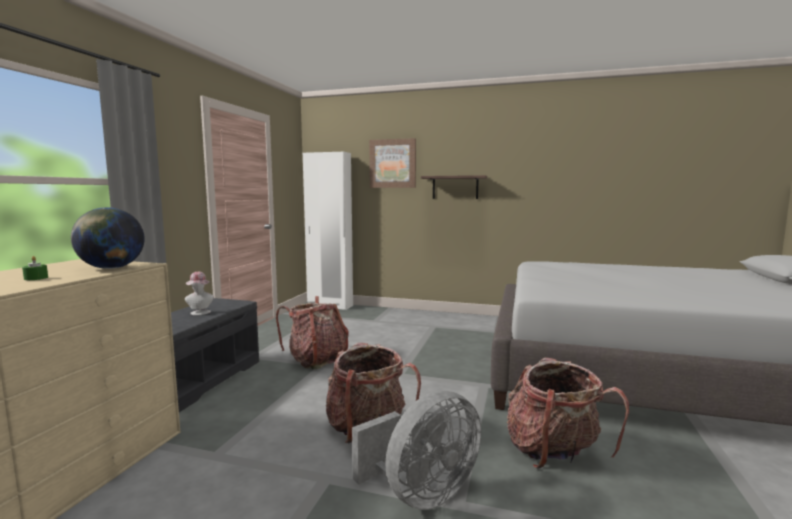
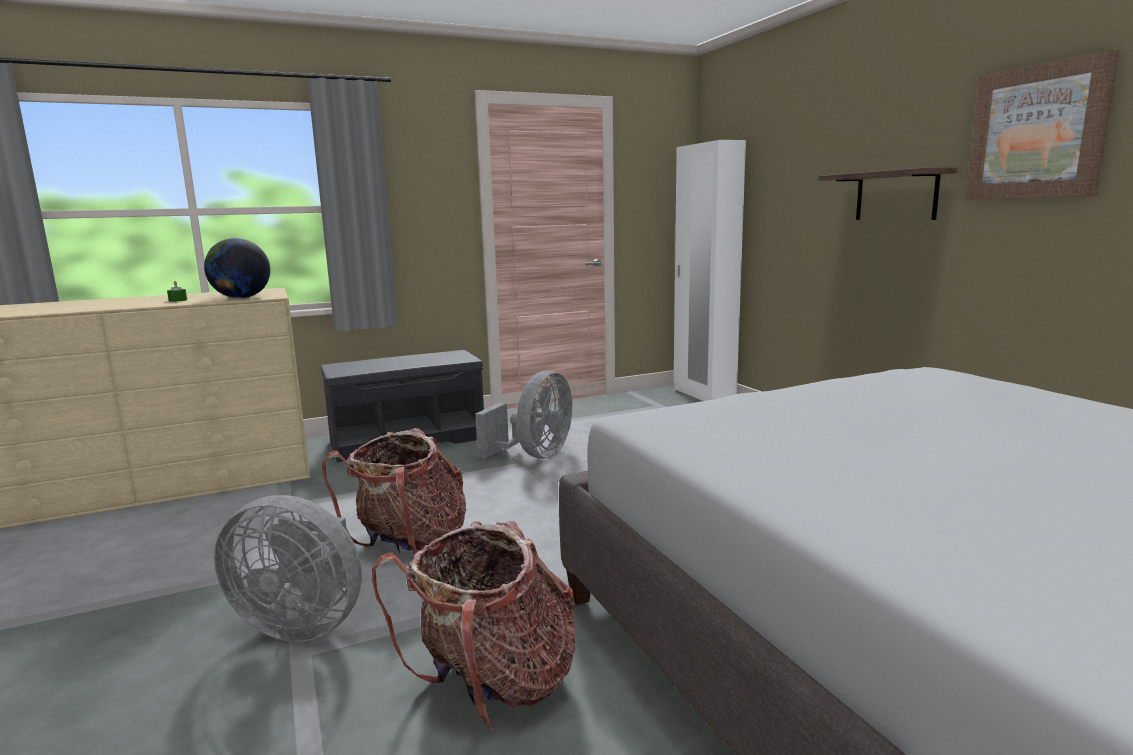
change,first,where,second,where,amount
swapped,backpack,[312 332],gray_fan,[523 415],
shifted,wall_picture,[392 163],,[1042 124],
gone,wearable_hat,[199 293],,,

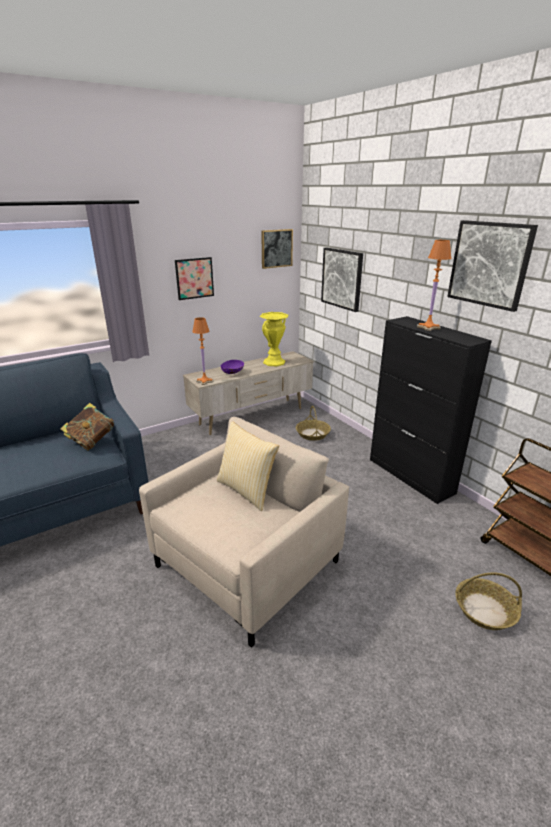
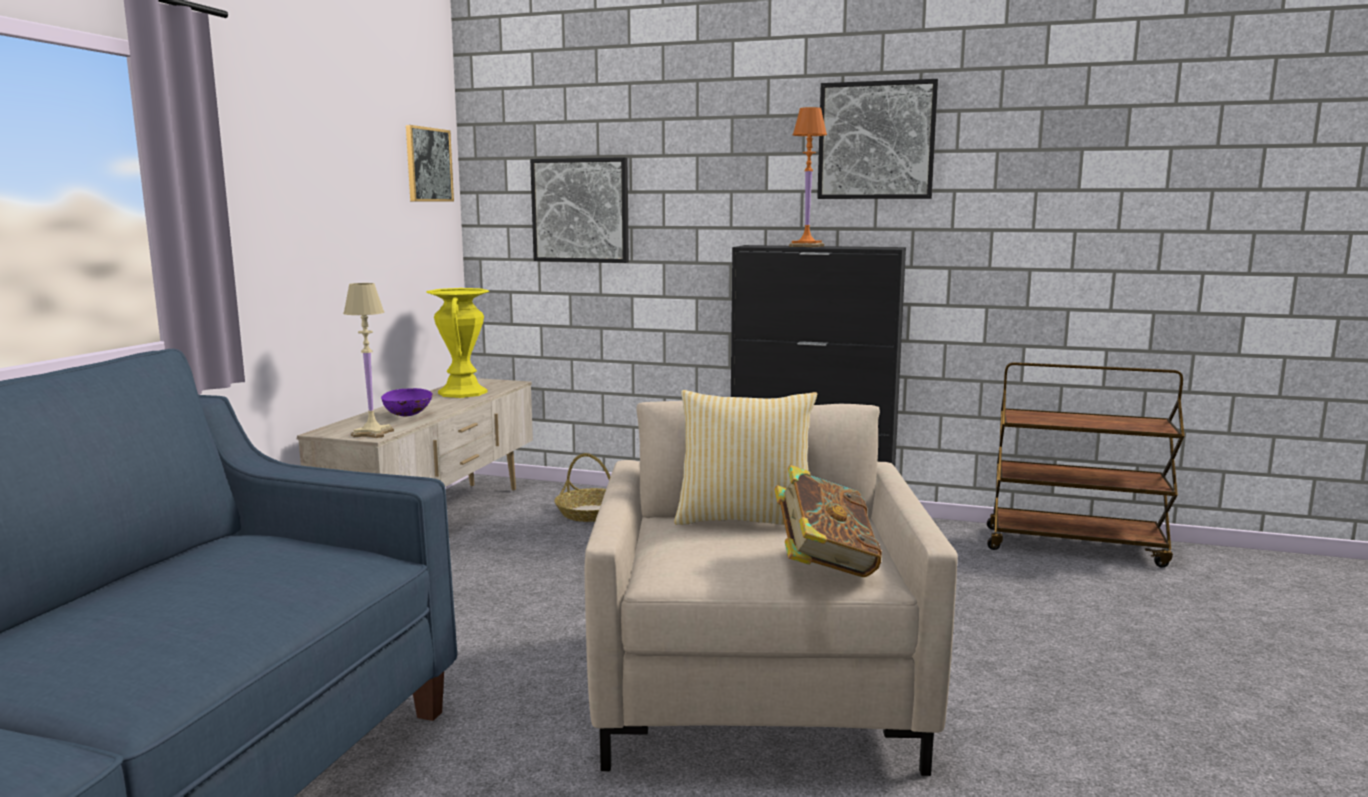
change,first,where,second,where,amount
repainted,orange-coloured_lamp_for_a_table,[203 351],beige-coloured_lamp_for_a_table,[368 360],
shifted,volume,[87 427],,[828 521],
gone,wall_picture,[194 278],,,
gone,storage_basket,[489 601],,,

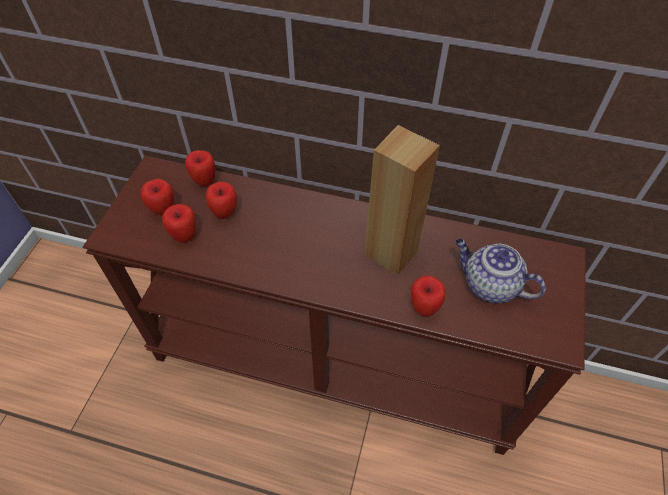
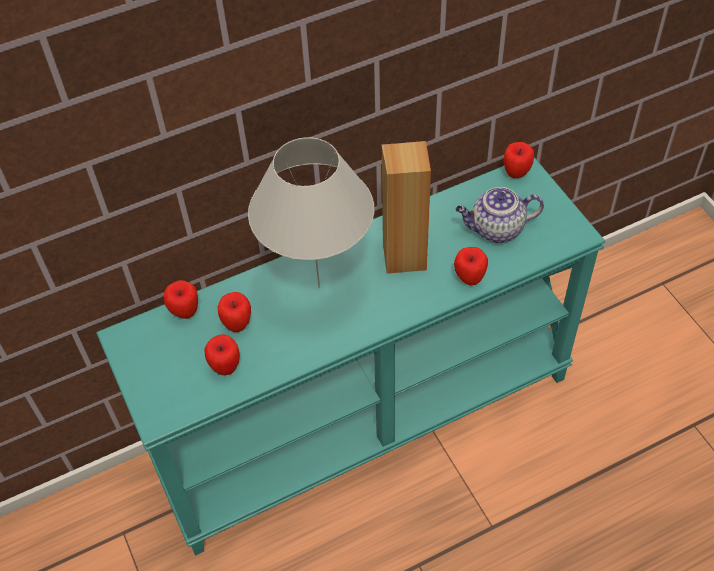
change,first,where,second,where,amount
repainted,brown-coloured_narrow_table,[334 305],blue-green_narrow_table,[351 356],
new,,,whitish_lamp_for_a_table,[311 213],
shifted,apple_fruit,[157 197],,[518 160],

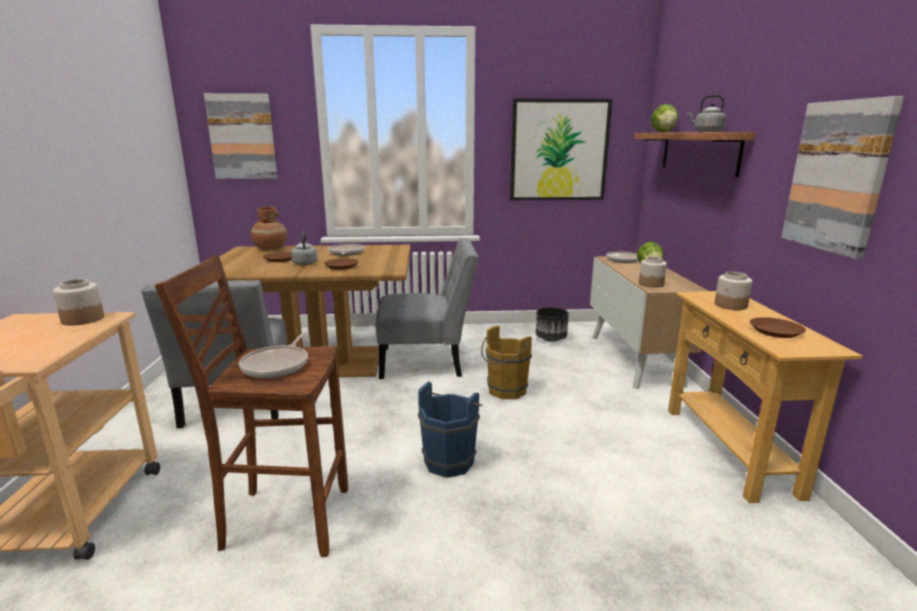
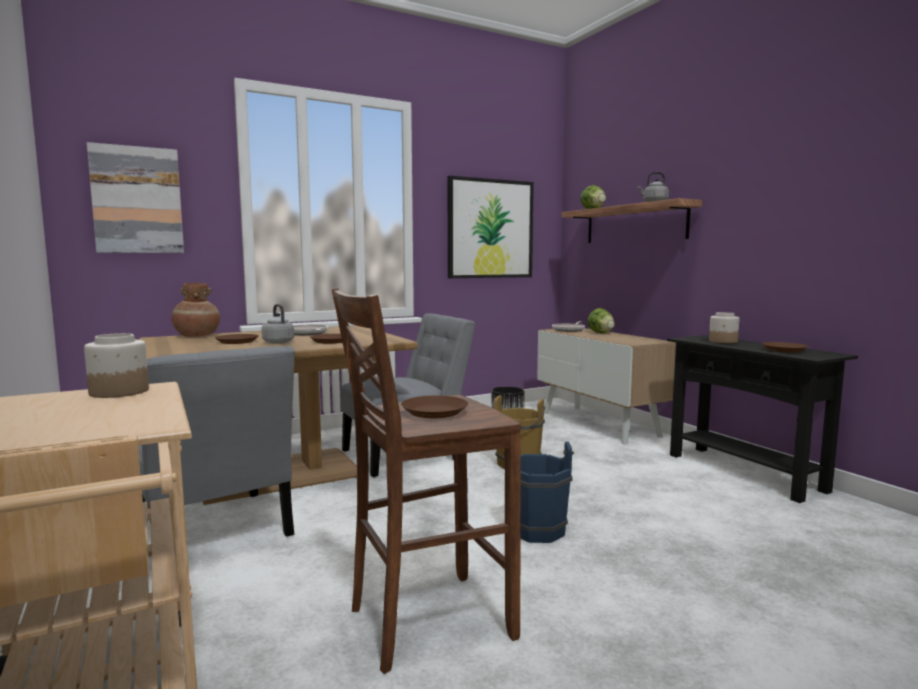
change,first,where,second,where,amount
swapped,skillet,[273 355],brown-coloured_dinner_plate,[434 407],
repainted,beige-coloured_narrow_table,[765 397],black-coloured_narrow_table,[762 419],
gone,storage_jar,[653 272],,,
gone,wall_picture,[842 177],,,

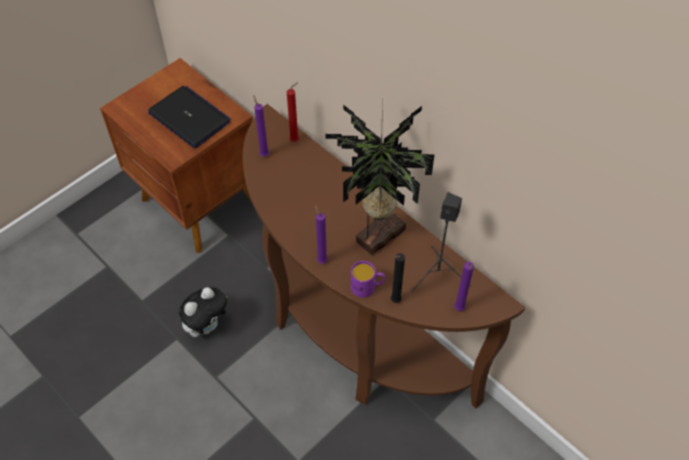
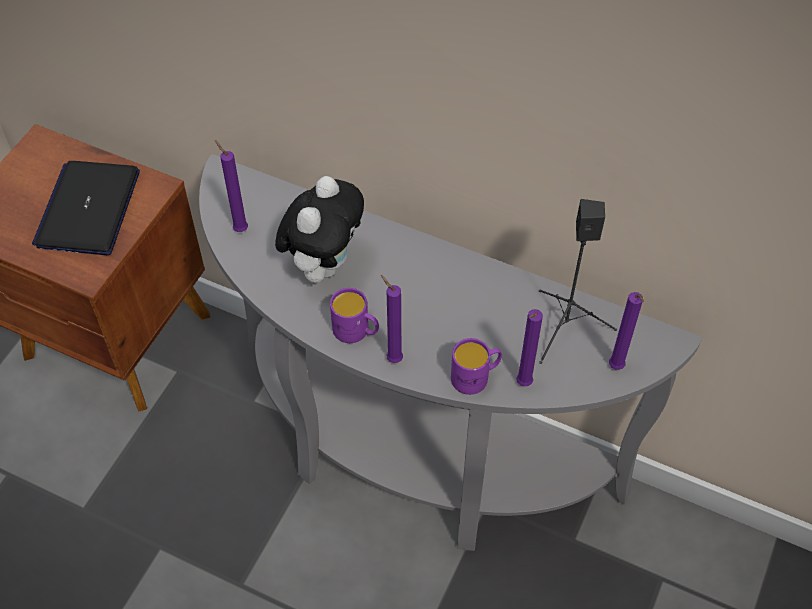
change,first,where,second,where,amount
rotated,notebook_computer,[189 117],,[86 208],105 degrees counterclockwise
repainted,brown-coloured_narrow_table,[384 256],gray_narrow_table,[450 352],
shifted,cuddly_toy,[203 312],,[319 229],
new,,,purple_mug,[354 315],
repainted,black-coloured_wax_candle,[398 278],purple_wax_candle,[529 347],
gone,red_wax_candle,[293 112],,,
gone,plant_in_a_pot,[380 175],,,

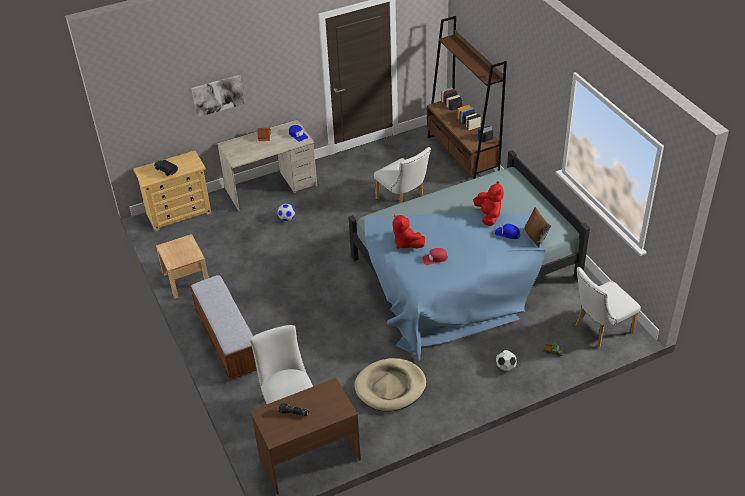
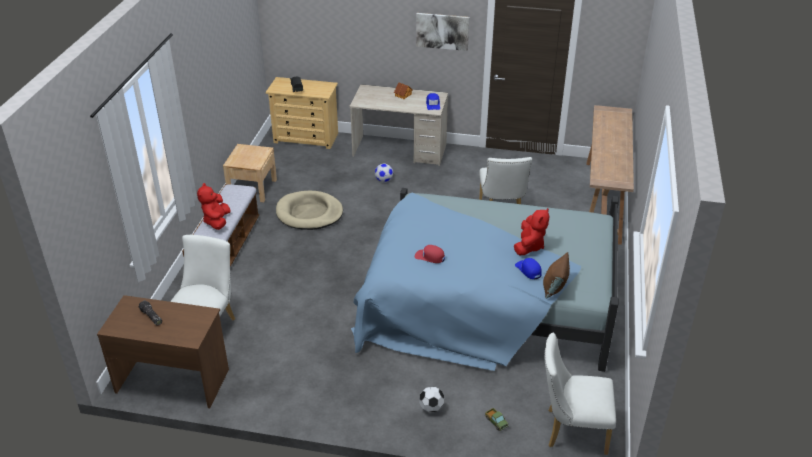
change,first,where,second,where,amount
shifted,red_cuddly_toy,[409 231],,[214 206],
shifted,beige-coloured_dog_cushion,[390 385],,[309 210],
shifted,wall_picture,[217 96],,[442 32],
swapped,brown-coloured_bookcase,[467 97],brown-coloured_narrow_table,[610 175],

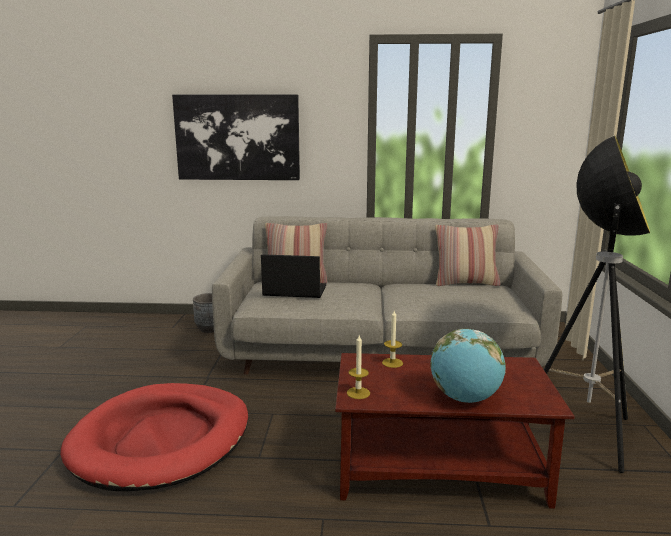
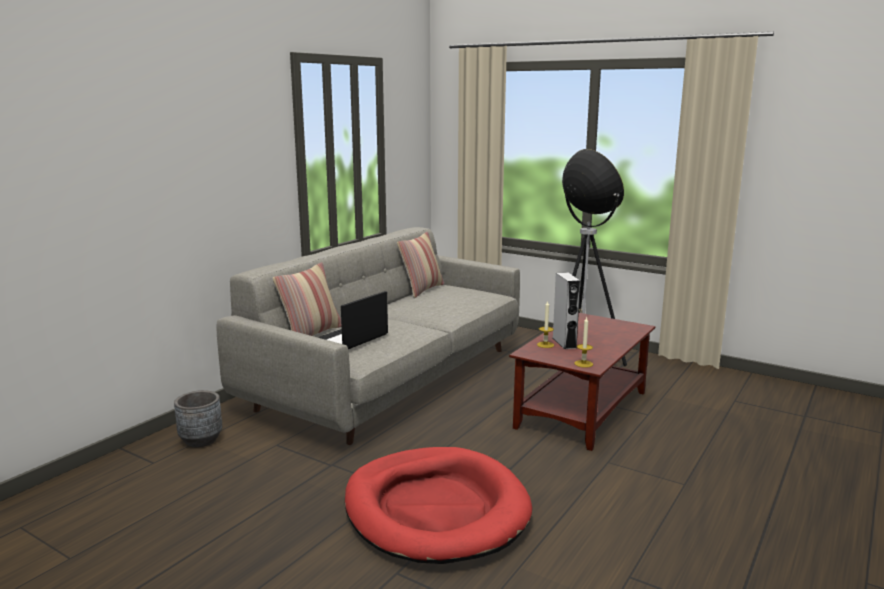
change,first,where,second,where,amount
new,,,gray_audio_speaker,[566 310],
gone,wall_picture,[236 137],,,
gone,desk_globe,[468 366],,,

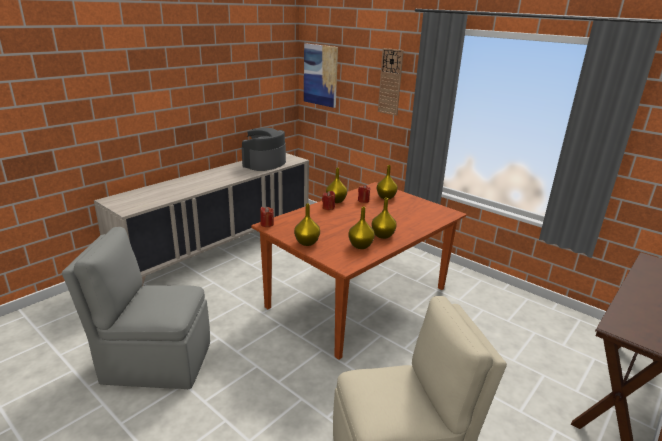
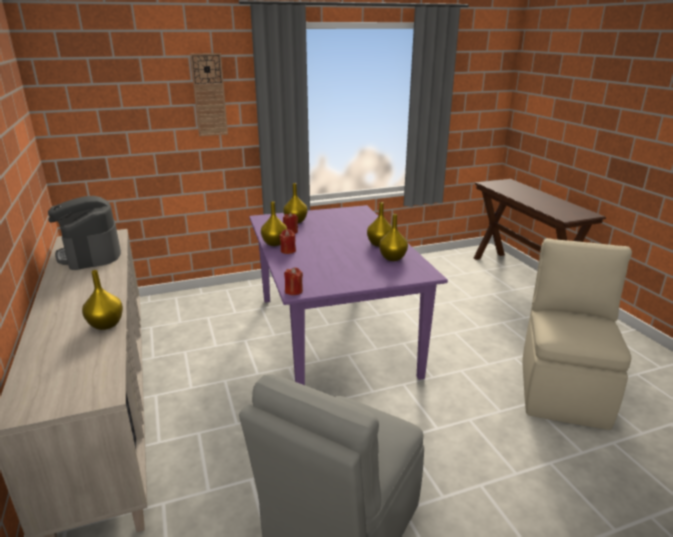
change,first,where,second,where,amount
shifted,yellow-coloured_flower_vase,[307 224],,[102 300],
repainted,brown-coloured_dining_table,[358 271],purple_dining_table,[348 295],
gone,wall_picture,[321 75],,,

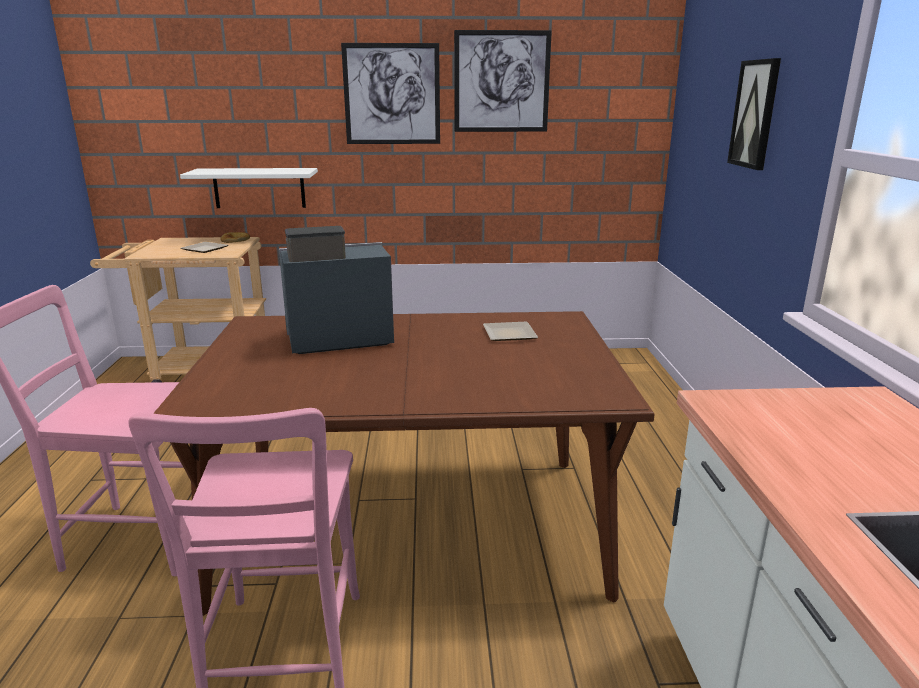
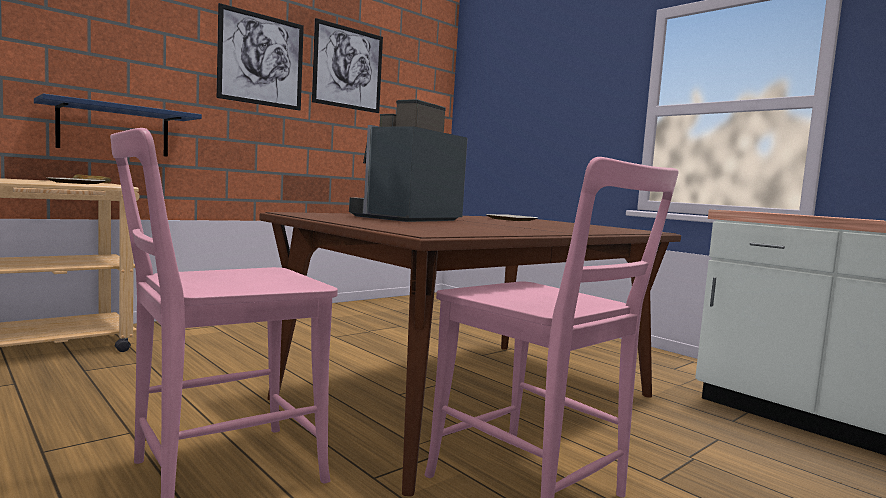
change,first,where,second,where,amount
repainted,whitish_bracket_shelf,[249 188],blue-coloured_bracket_shelf,[118 125],
gone,wall_picture,[754 114],,,

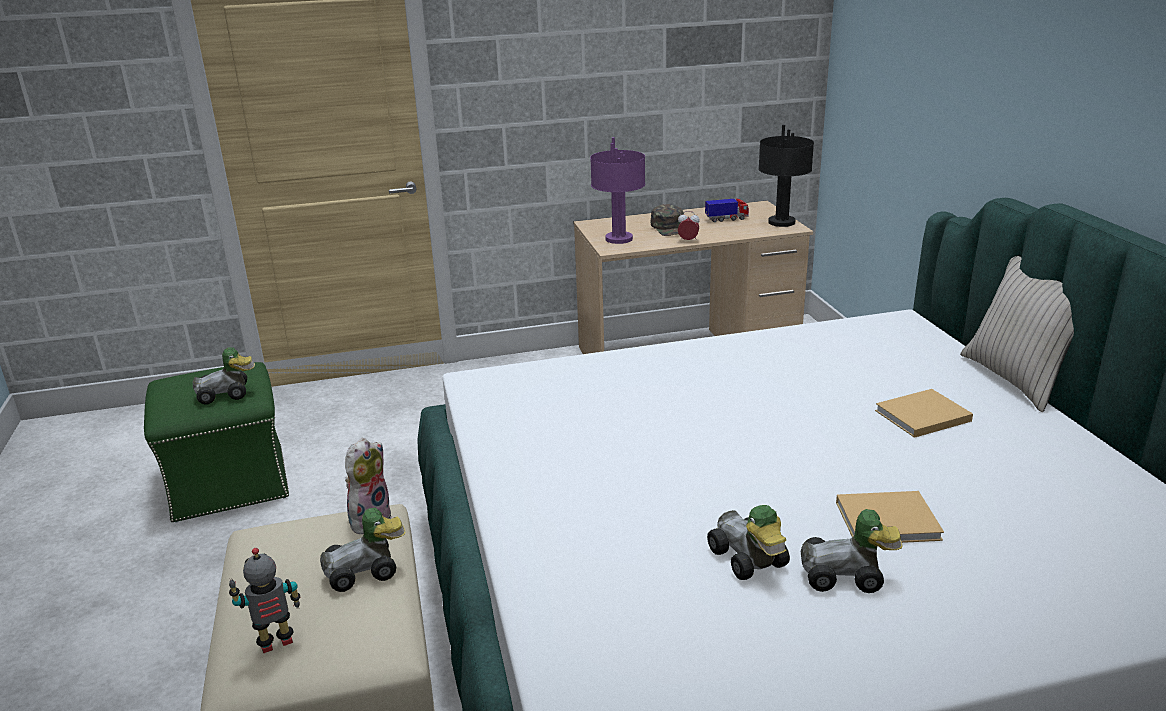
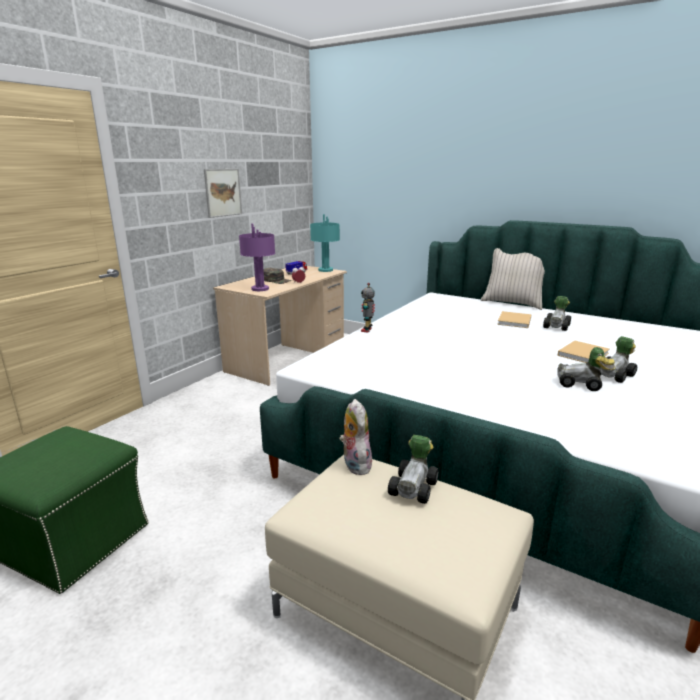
change,first,where,second,where,amount
new,,,wall_picture,[223 193],
repainted,black-coloured_lamp_for_a_table,[786 176],blue-green_lamp_for_a_table,[325 243],
shifted,model_robot,[264 601],,[368 308],
shifted,toy_car,[224 376],,[557 313],

